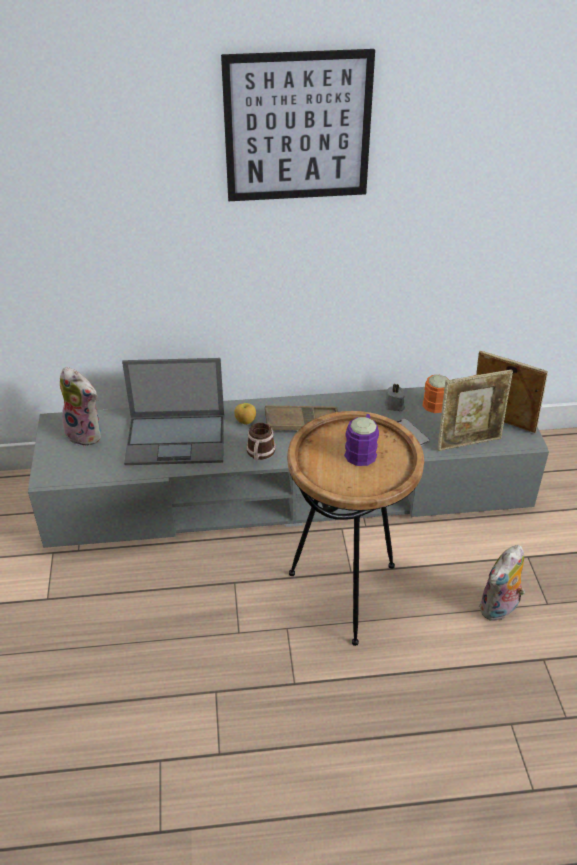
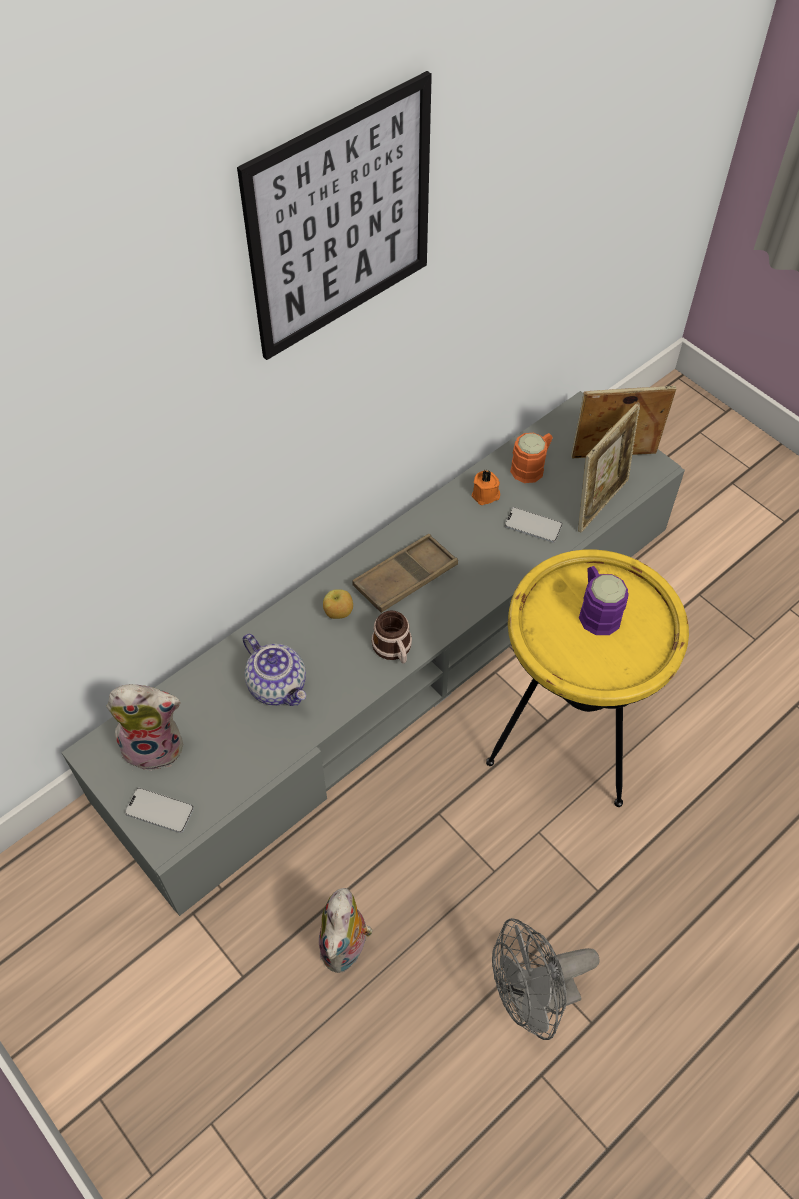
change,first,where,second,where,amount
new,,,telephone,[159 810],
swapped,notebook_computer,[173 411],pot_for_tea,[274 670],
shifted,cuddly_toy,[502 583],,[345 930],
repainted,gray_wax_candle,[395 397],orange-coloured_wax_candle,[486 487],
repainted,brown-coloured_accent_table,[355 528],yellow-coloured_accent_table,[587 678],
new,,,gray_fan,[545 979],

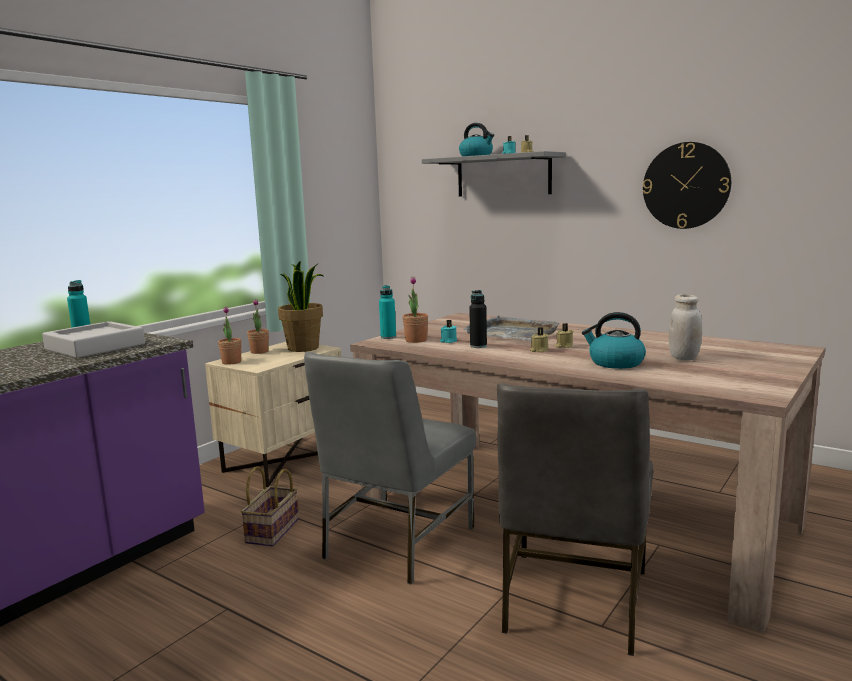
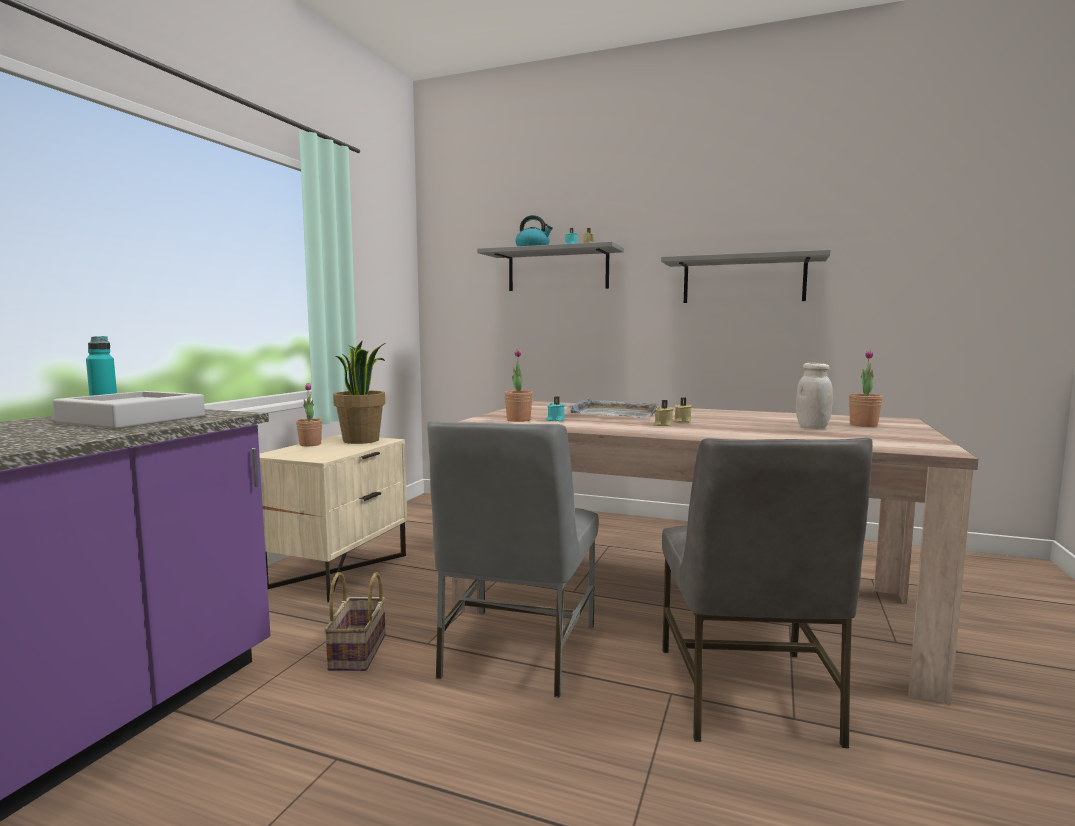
change,first,where,second,where,amount
swapped,hanging_clock,[687 185],gray_bracket_shelf,[746 276],
shifted,plant_in_a_pot,[229 336],,[866 388],
gone,blue-green_beverage_bottle,[387 312],,,
gone,black-coloured_beverage_bottle,[478 319],,,
gone,kettle,[614 340],,,

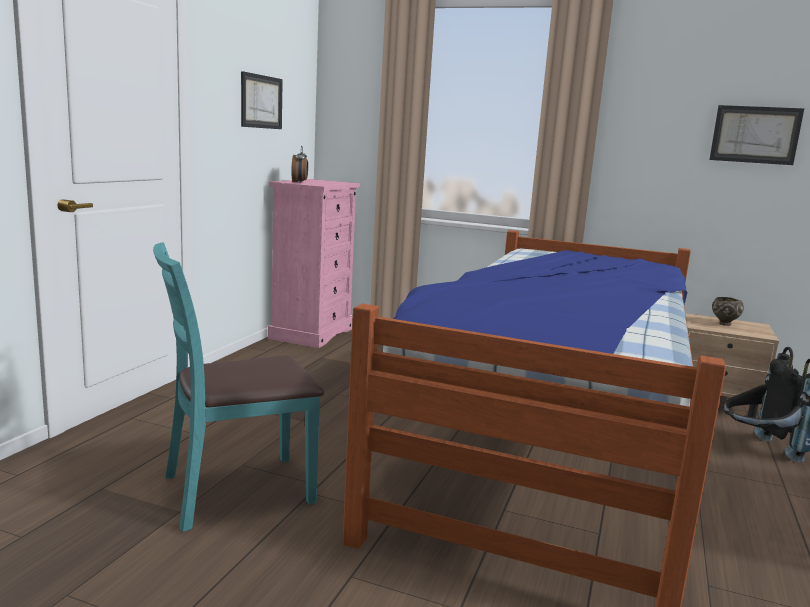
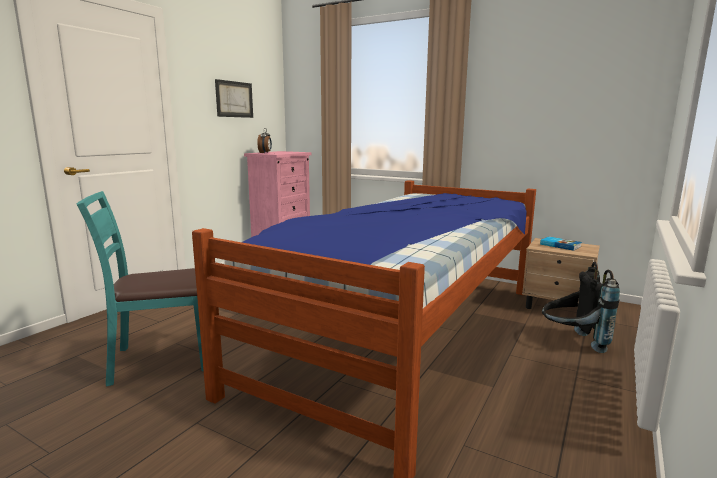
change,first,where,second,where,amount
swapped,brown-coloured_serving_bowl,[728 311],volume,[561 244],
gone,wall_picture,[756 135],,,

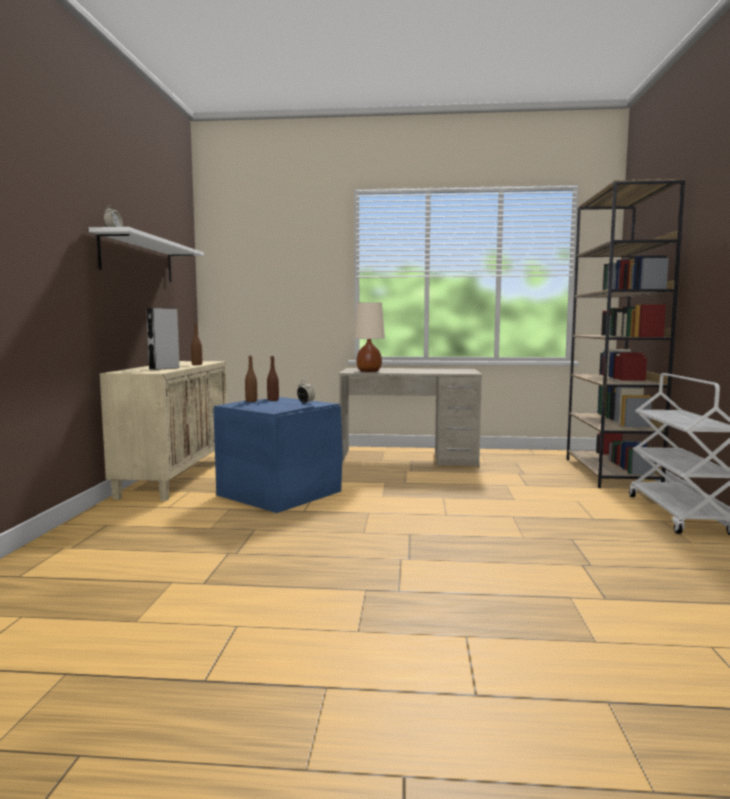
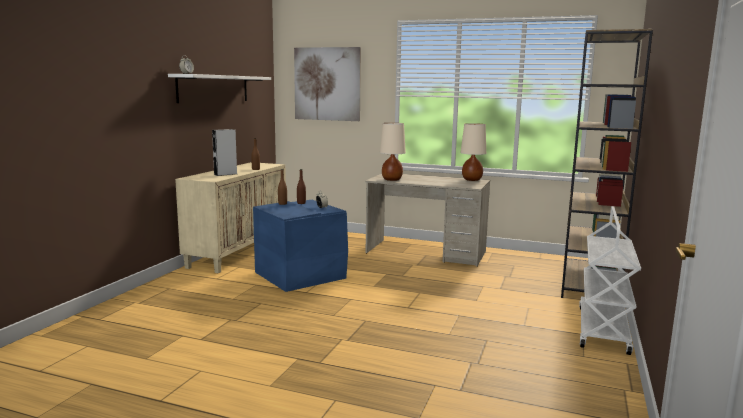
change,first,where,second,where,amount
new,,,wall_picture,[327 84],
new,,,beige-coloured_lamp_for_a_table,[473 152],

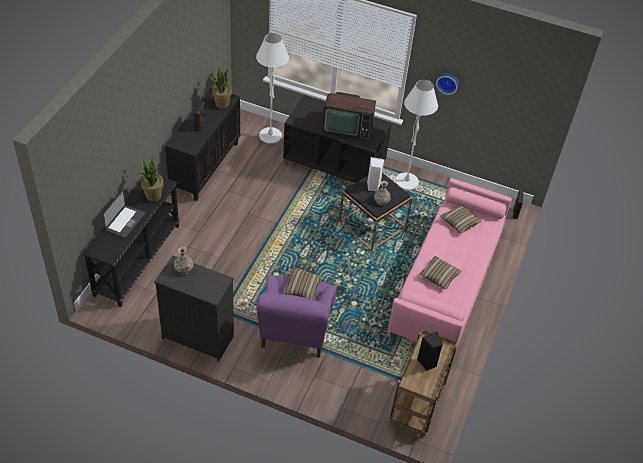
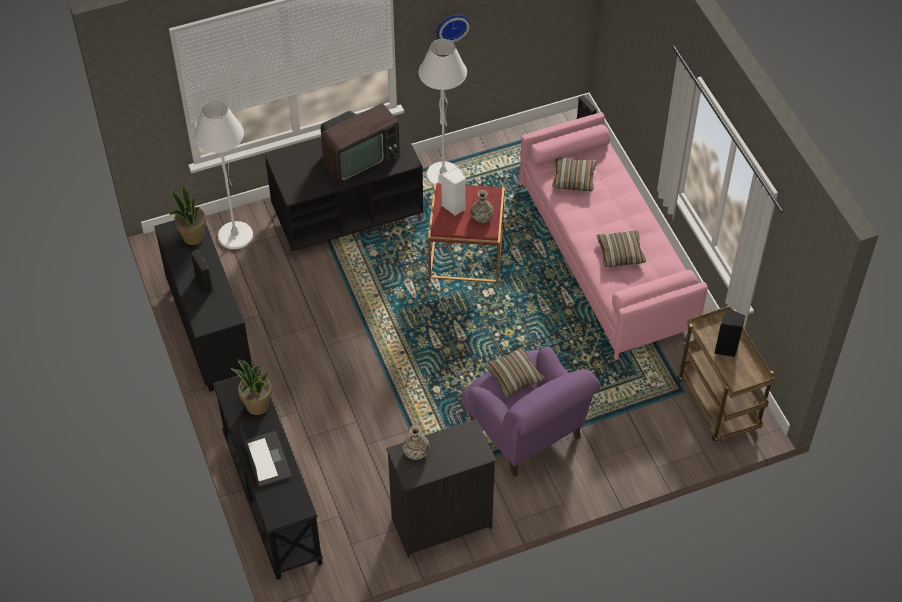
change,first,where,second,where,amount
repainted,black-coloured_accent_table,[376 212],red_accent_table,[466 233],

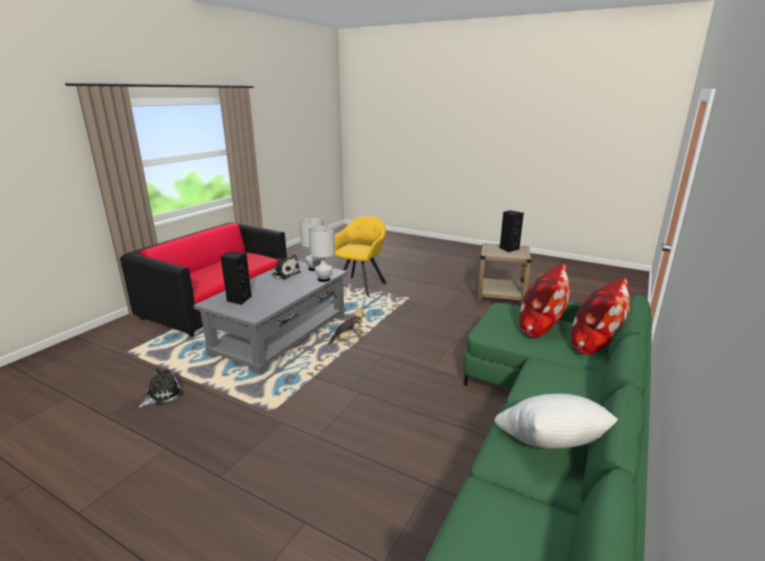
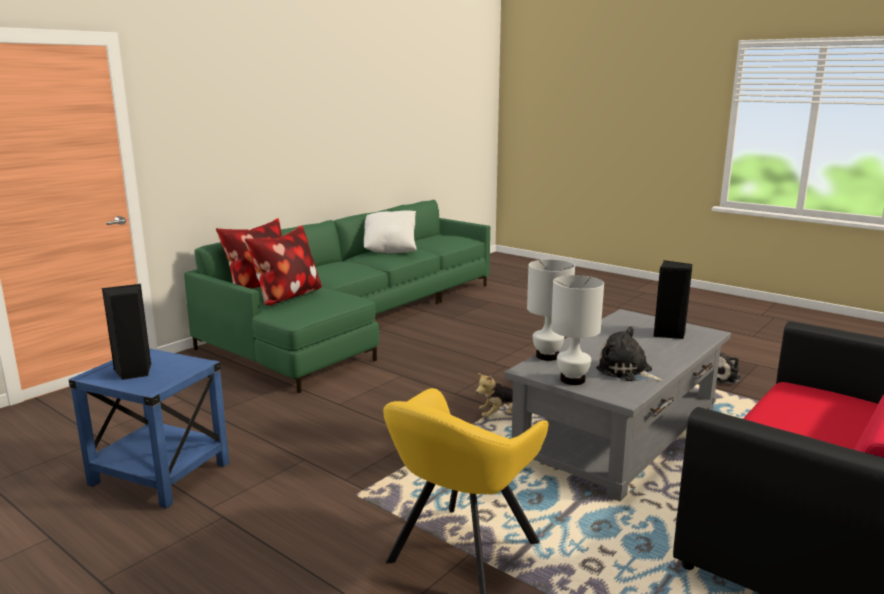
change,first,where,second,where,amount
repainted,beige-coloured_accent_table,[504 275],blue-coloured_accent_table,[149 428],

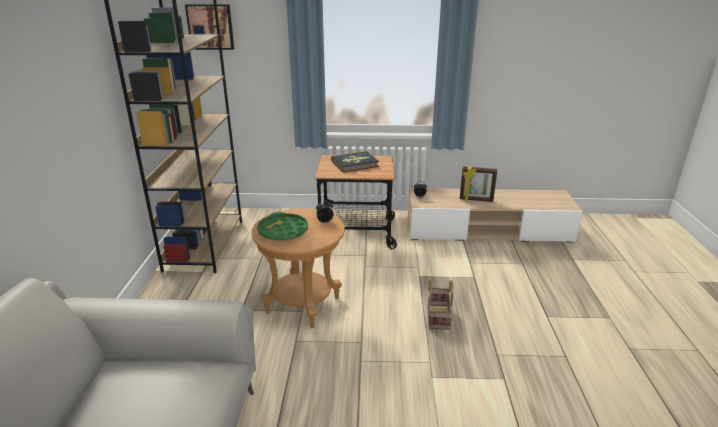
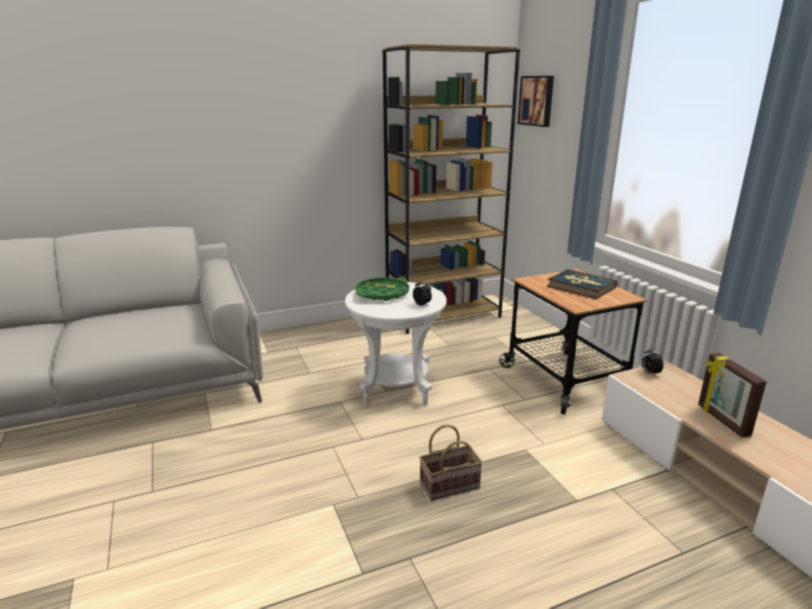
change,first,where,second,where,amount
repainted,brown-coloured_accent_table,[298 268],whitish_accent_table,[396 343],

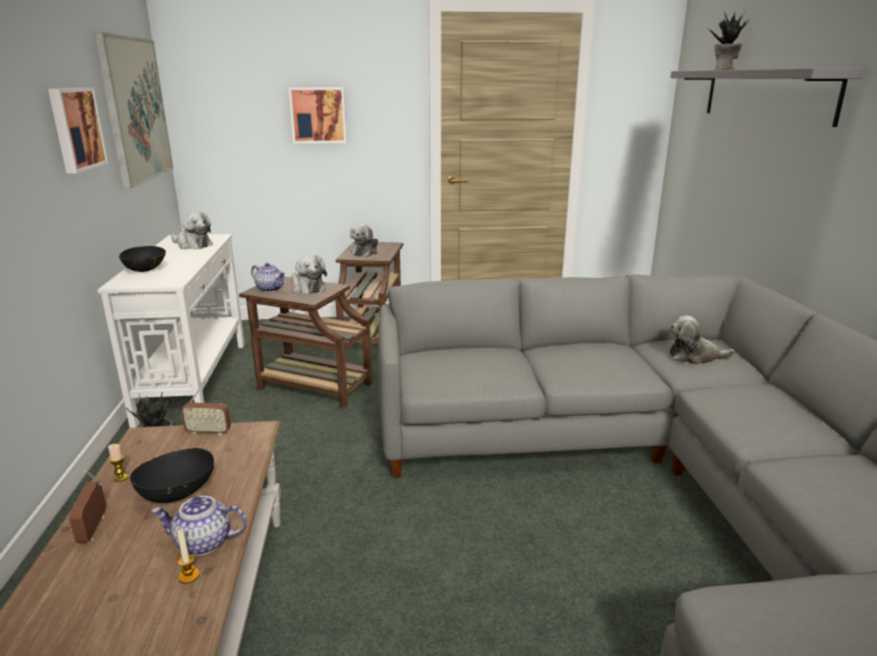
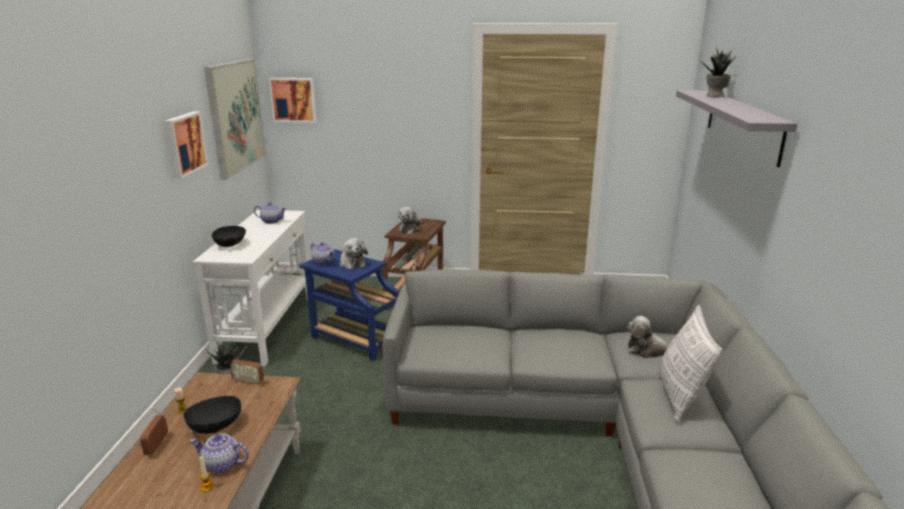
change,first,where,second,where,amount
swapped,cuddly_toy,[192 230],pot_for_tea,[270 213],
shifted,wall_picture,[318 115],,[293 100],
repainted,brown-coloured_accent_table,[305 342],blue-coloured_accent_table,[349 305],
new,,,throw_pillow,[690 364],

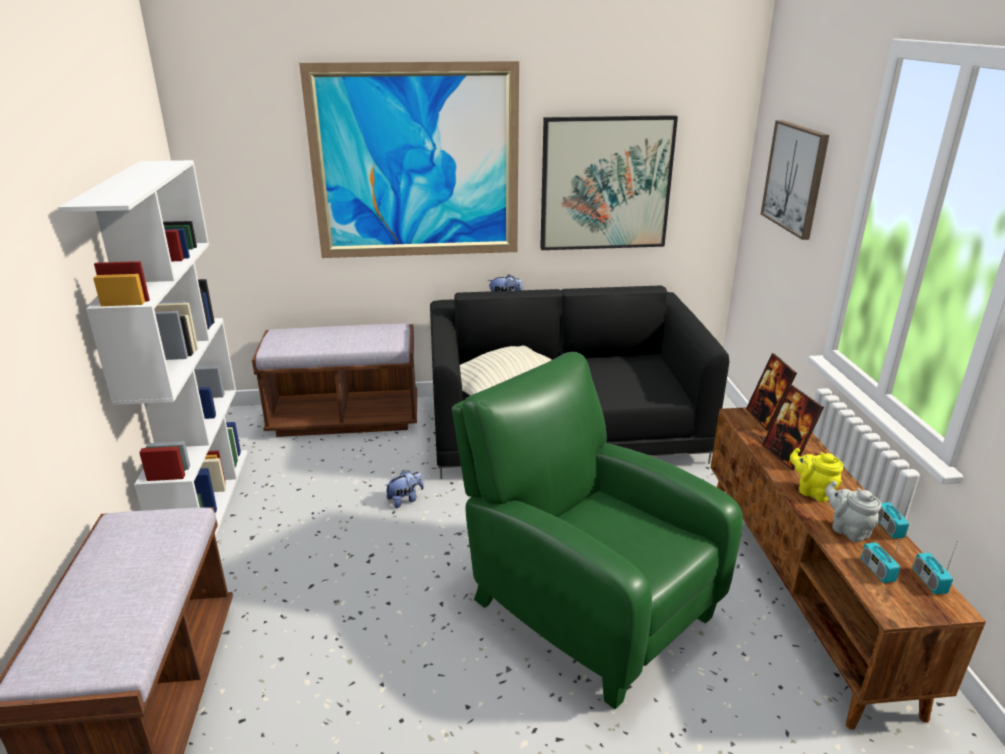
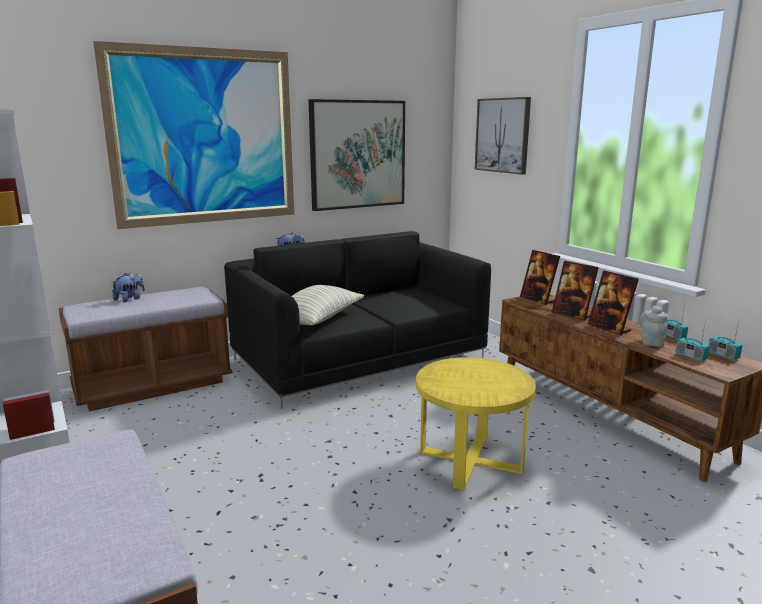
change,first,where,second,where,amount
shifted,cuddly_toy,[404 489],,[128 287],
swapped,greenish_easy_chair,[597 530],yellow-coloured_accent_table,[476 423],
swapped,yellow-coloured_pot_for_tea,[817 475],photo_frame,[613 302],
rotated,gray_pot_for_tea,[853 511],,[653 326],75 degrees clockwise

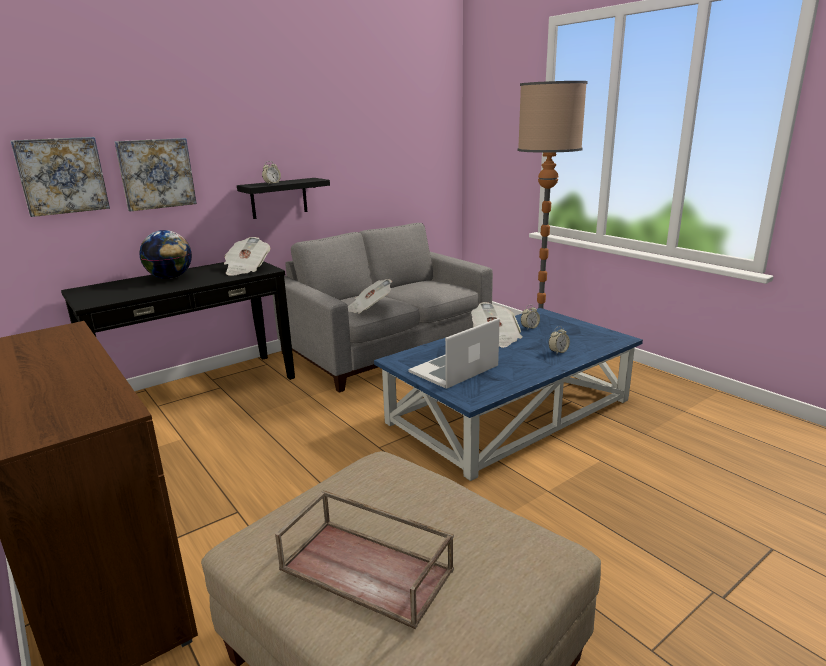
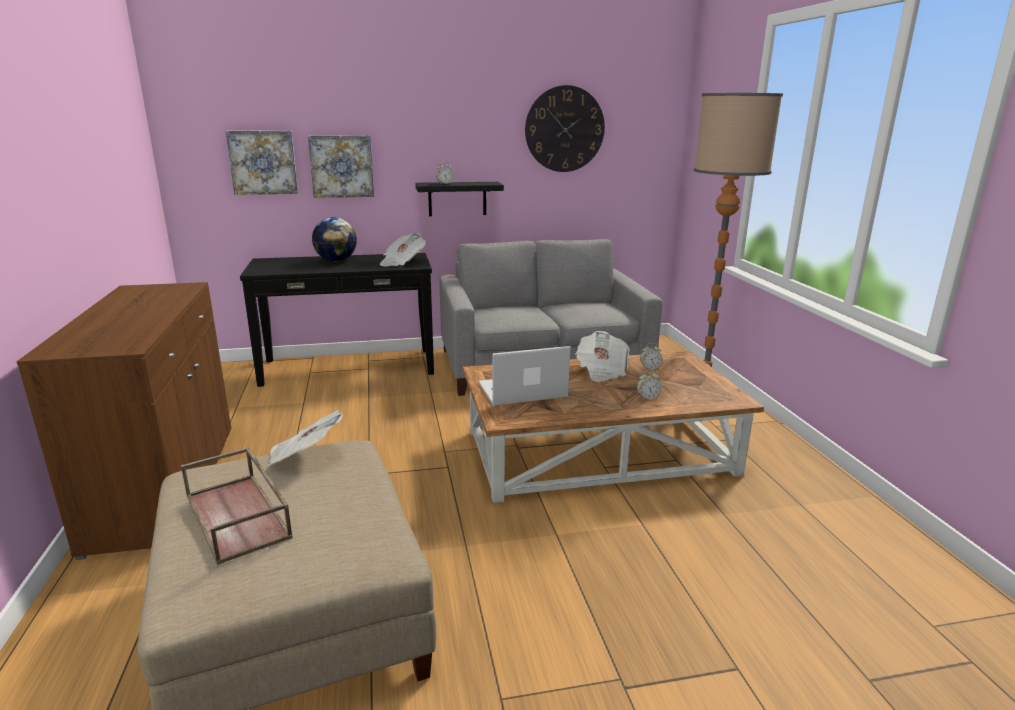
change,first,where,second,where,amount
shifted,printed_paper,[370 296],,[305 438],
repainted,blue-coloured_lounge_table,[508 394],brown-coloured_lounge_table,[613 427],
new,,,hanging_clock,[565 128],

